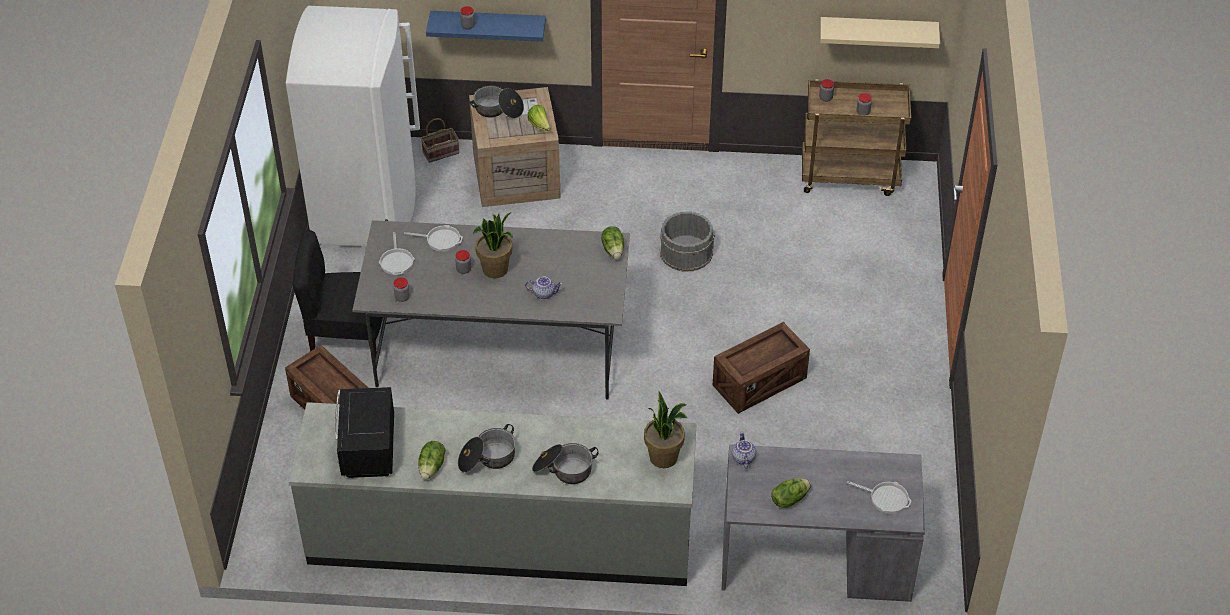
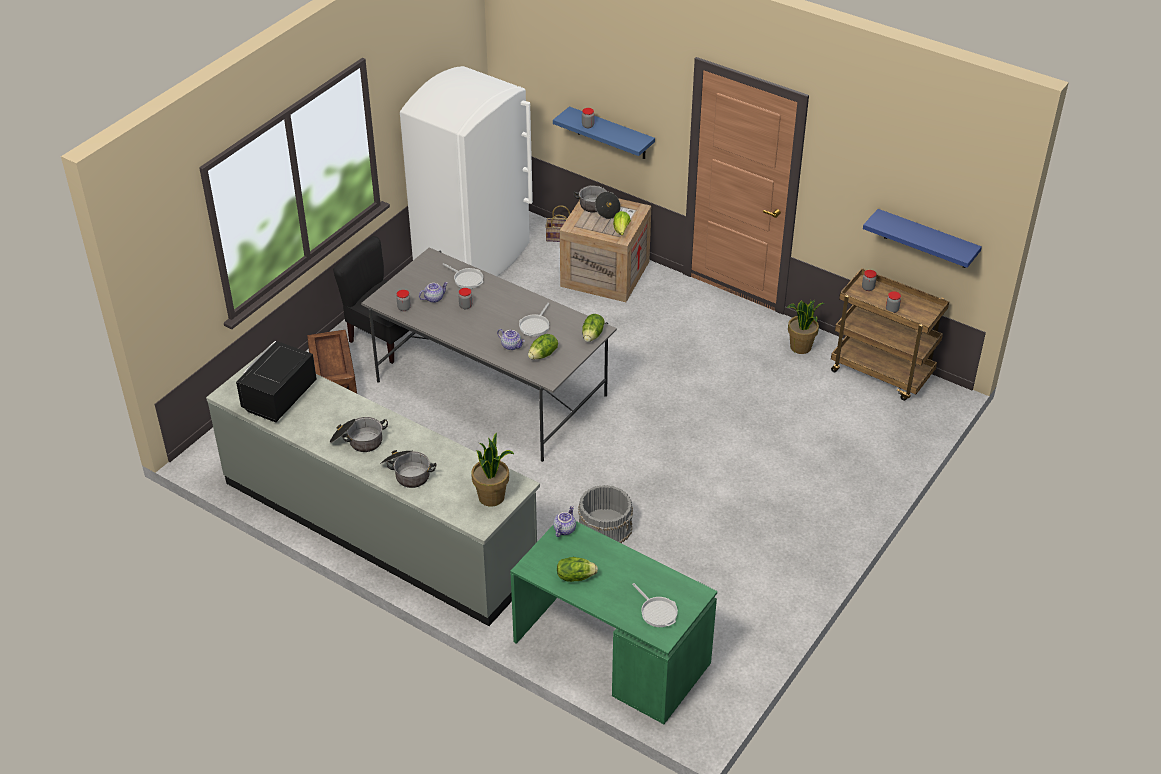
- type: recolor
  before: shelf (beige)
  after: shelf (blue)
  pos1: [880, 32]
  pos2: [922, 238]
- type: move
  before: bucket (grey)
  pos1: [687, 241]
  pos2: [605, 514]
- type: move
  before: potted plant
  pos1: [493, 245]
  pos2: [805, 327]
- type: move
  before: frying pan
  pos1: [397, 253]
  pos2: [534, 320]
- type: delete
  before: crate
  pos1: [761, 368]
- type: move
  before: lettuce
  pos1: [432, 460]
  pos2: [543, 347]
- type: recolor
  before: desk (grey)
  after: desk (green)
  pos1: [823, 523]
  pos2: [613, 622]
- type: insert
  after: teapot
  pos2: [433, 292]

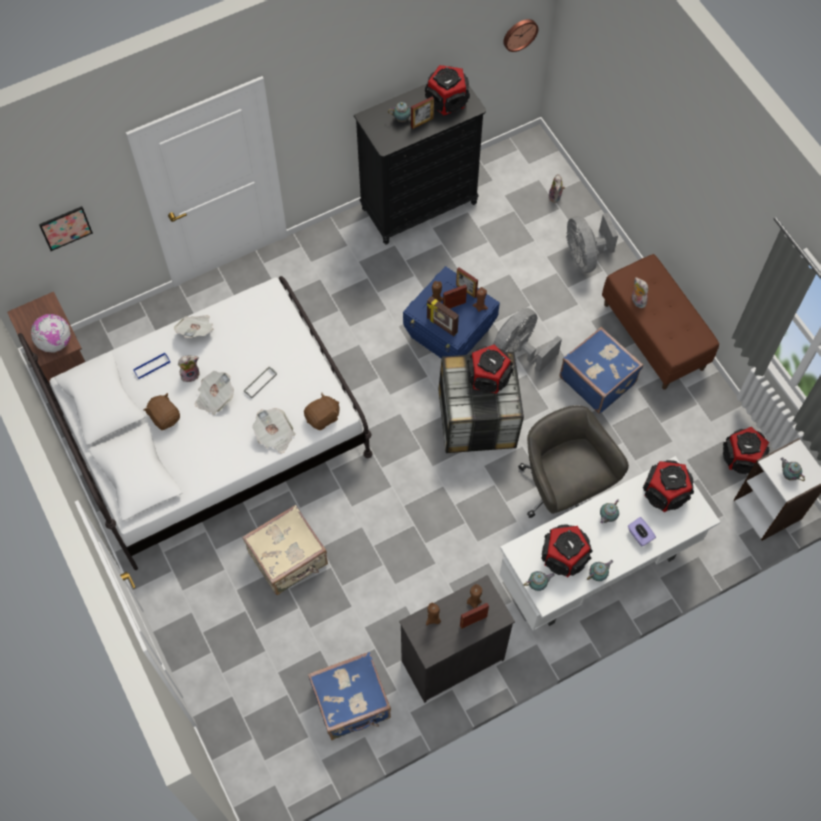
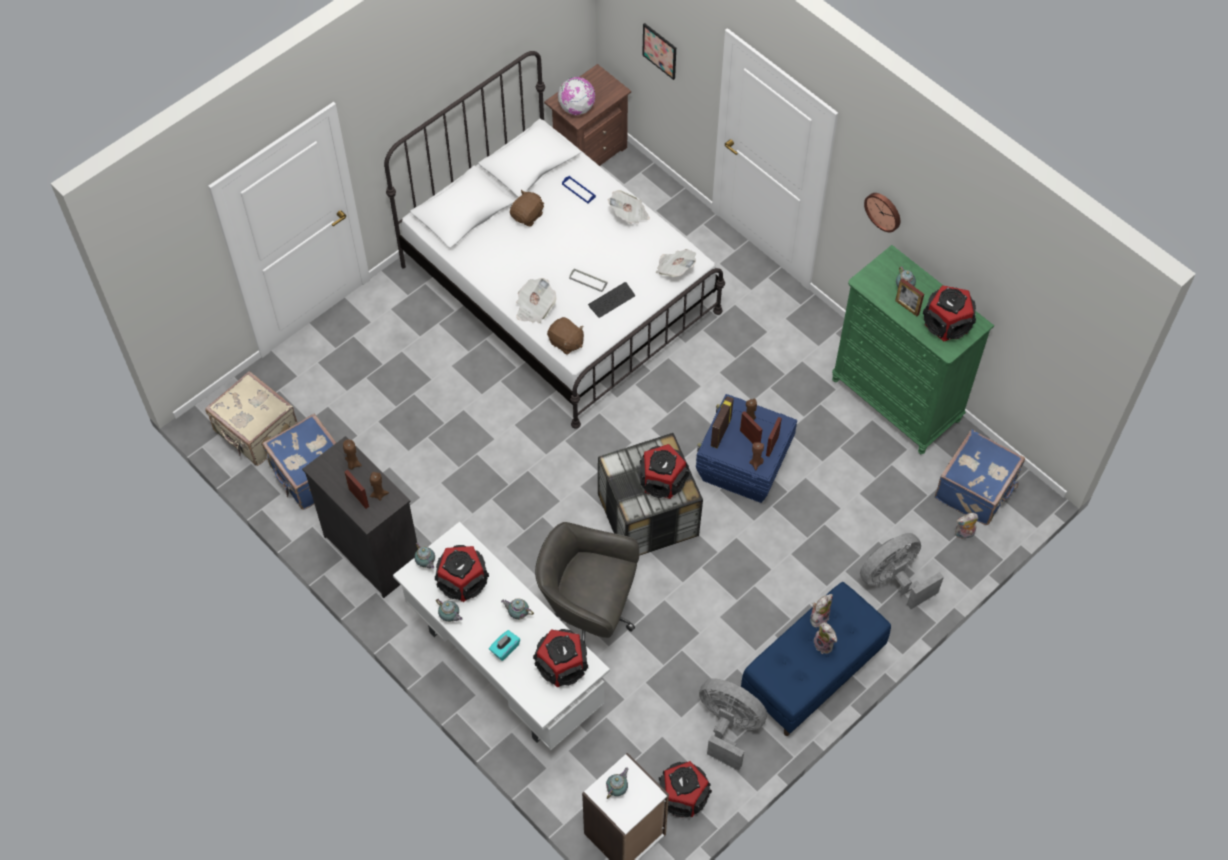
- type: move
  before: wall clock
  pos1: [520, 35]
  pos2: [882, 212]
- type: recolor
  before: dresser (black)
  after: dresser (green)
  pos1: [420, 164]
  pos2: [913, 349]
- type: recolor
  before: bench (brown)
  after: bench (blue)
  pos1: [660, 322]
  pos2: [816, 659]
- type: move
  before: fan (grey)
  pos1: [527, 340]
  pos2: [733, 724]
- type: move
  before: suitcase (blue)
  pos1: [601, 370]
  pos2: [980, 477]
- type: move
  before: plush toy
  pos1: [189, 369]
  pos2: [825, 638]
- type: move
  before: newspaper
  pos1: [214, 393]
  pos2: [676, 263]
- type: rotate
  before: office chair (grey)
  pos1: [573, 461]
  pos2: [587, 581]
  turn: -120
- type: move
  before: suitcase (beige)
  pos1: [285, 550]
  pos2: [251, 418]
- type: recolor
  before: tissue box (purple)
  after: tissue box (turquoise)
  pos1: [642, 531]
  pos2: [504, 645]
- type: insert
  after: keyboard
  pos2: [611, 300]

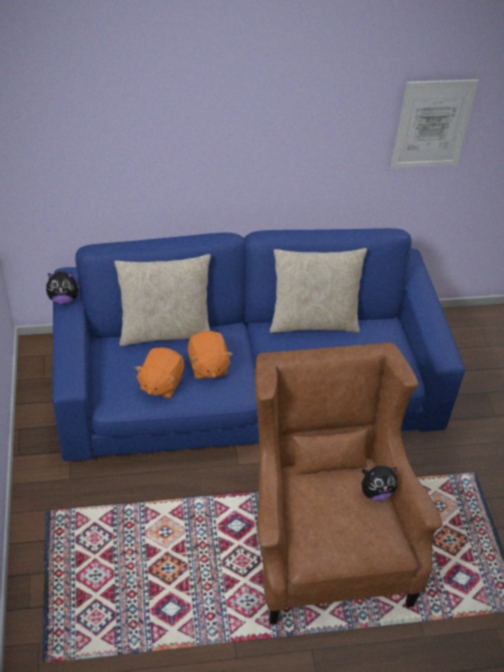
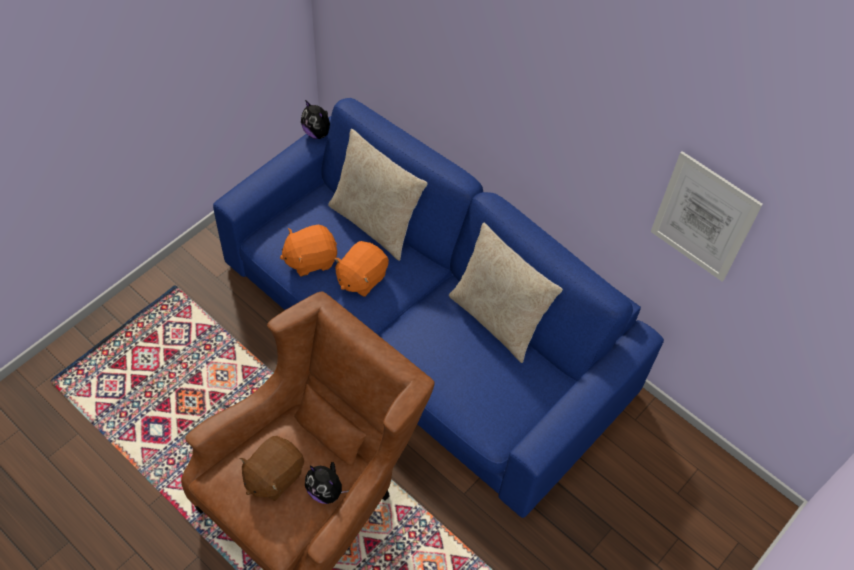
- type: insert
  after: plush toy (brown)
  pos2: [271, 468]

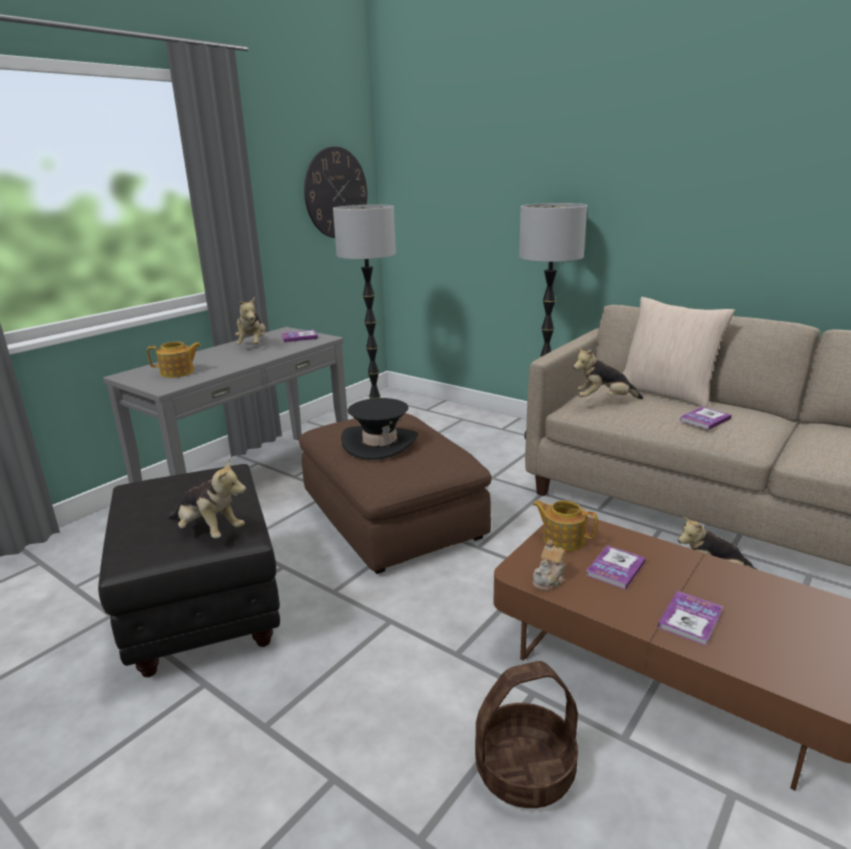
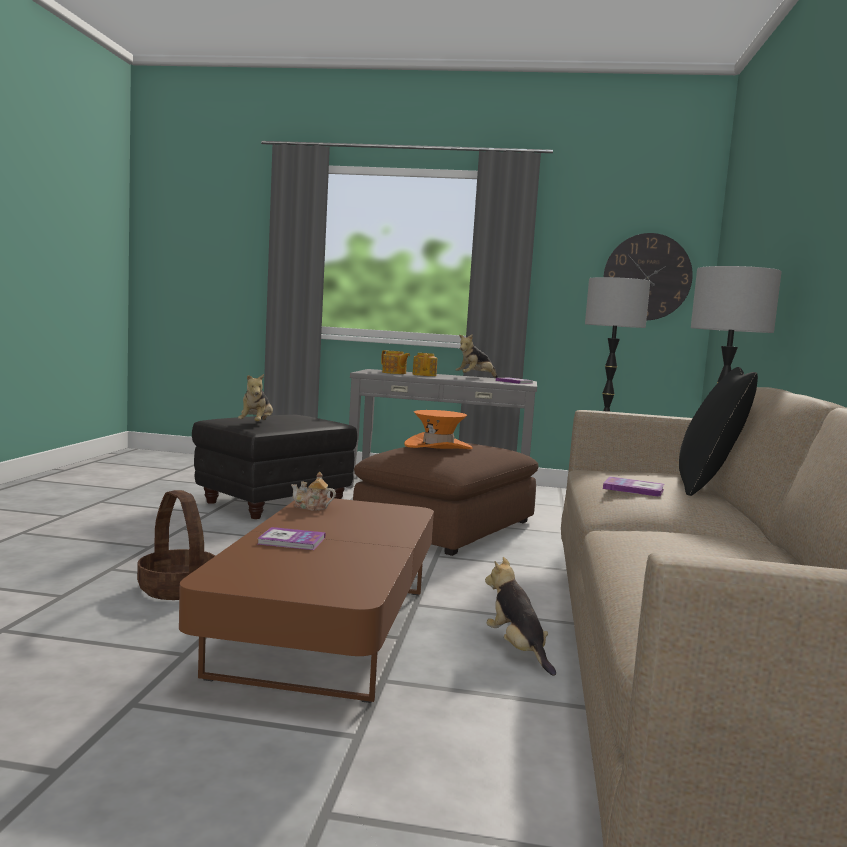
- type: recolor
  before: pillow (beige)
  after: pillow (black)
  pos1: [679, 352]
  pos2: [718, 431]
- type: delete
  before: plush toy
  pos1: [608, 373]
- type: recolor
  before: hat (black)
  after: hat (orange)
  pos1: [379, 429]
  pos2: [438, 429]
- type: move
  before: teapot
  pos1: [565, 525]
  pos2: [425, 364]
- type: delete
  before: book
  pos1: [616, 567]

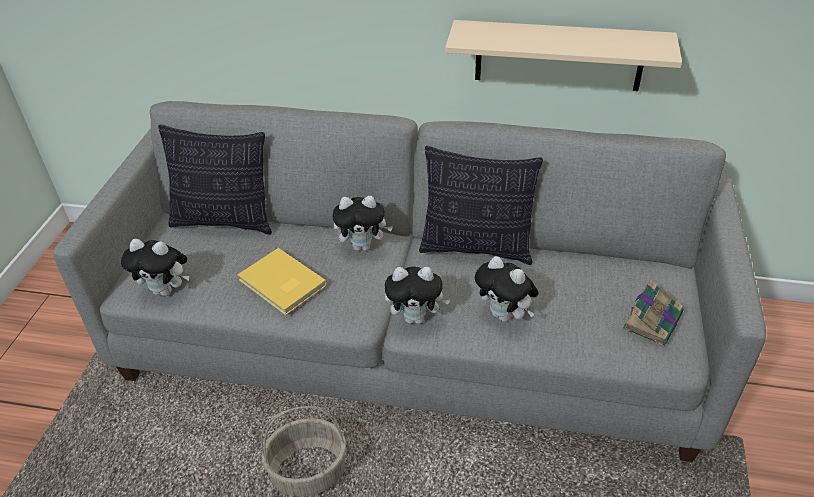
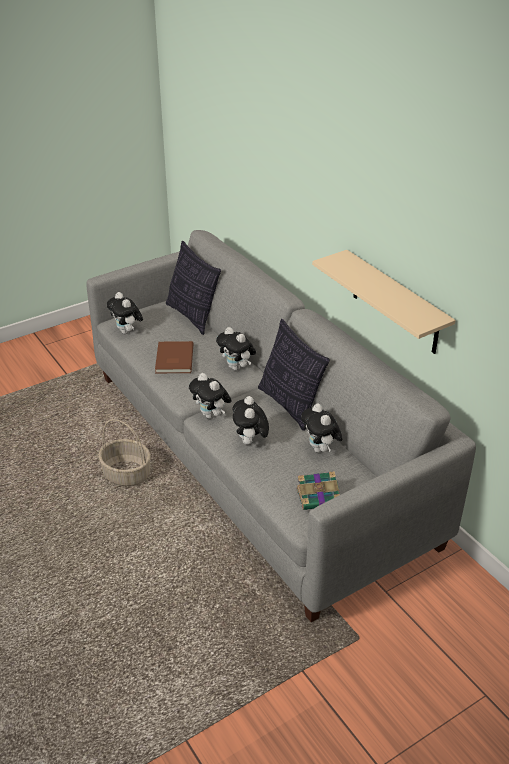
- type: recolor
  before: book (yellow)
  after: book (brown)
  pos1: [282, 281]
  pos2: [174, 357]
- type: insert
  after: plush toy
  pos2: [322, 428]

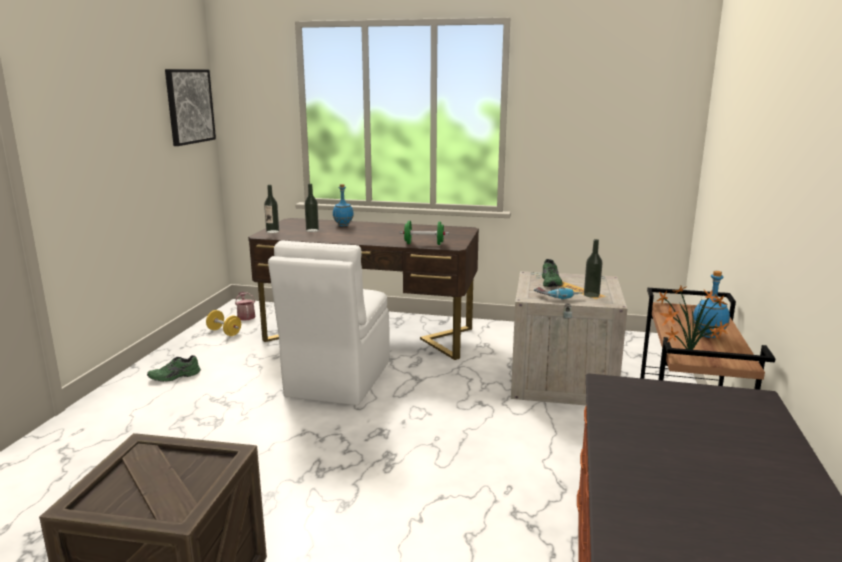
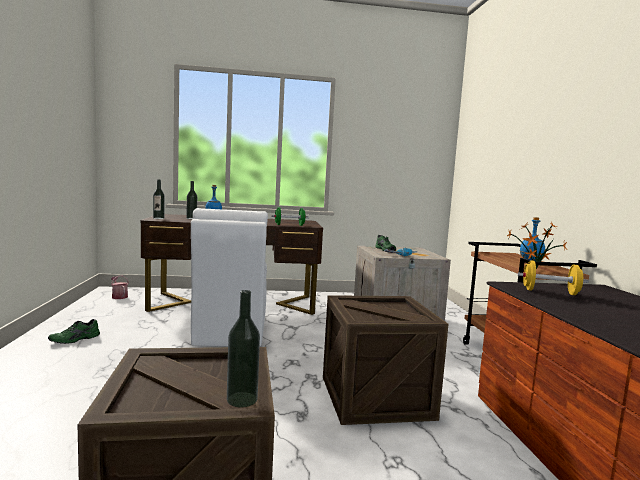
- type: delete
  before: picture
  pos1: [190, 107]
- type: move
  before: bottle
  pos1: [593, 268]
  pos2: [243, 348]
- type: move
  before: dumbbell (yellow)
  pos1: [223, 323]
  pos2: [553, 277]
- type: insert
  after: crate
  pos2: [386, 360]

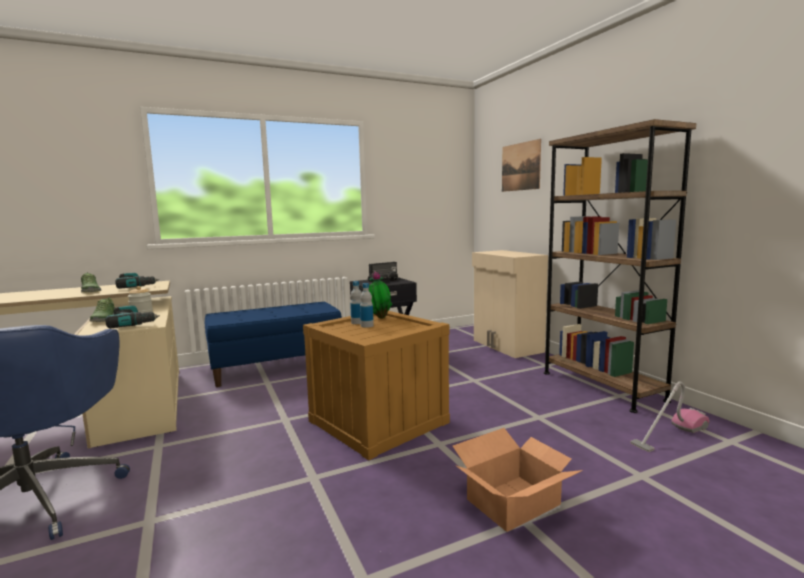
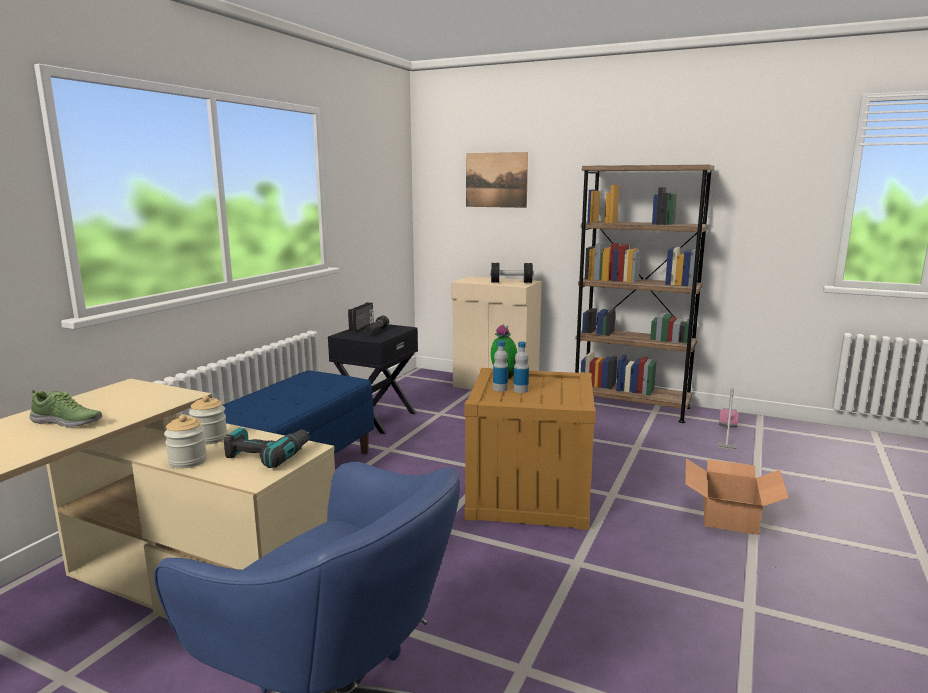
- type: delete
  before: power drill
  pos1: [137, 281]
- type: replace
  before: shoe
  after: jar
  pos1: [102, 309]
  pos2: [185, 442]
- type: insert
  after: dumbbell (black)
  pos2: [511, 273]

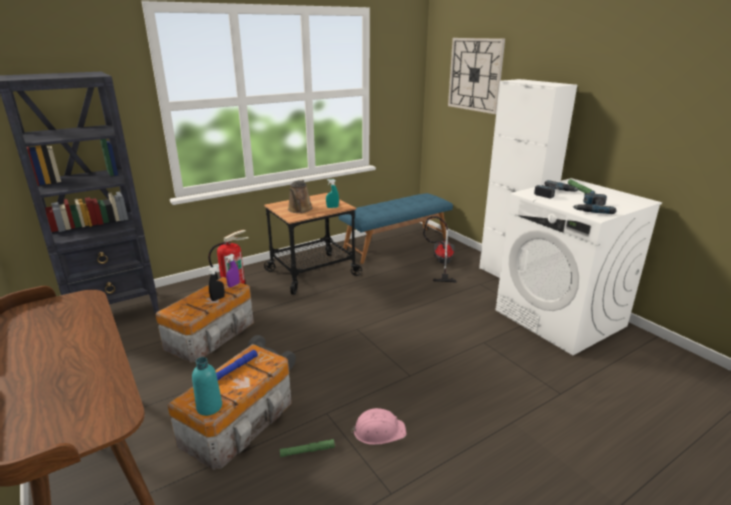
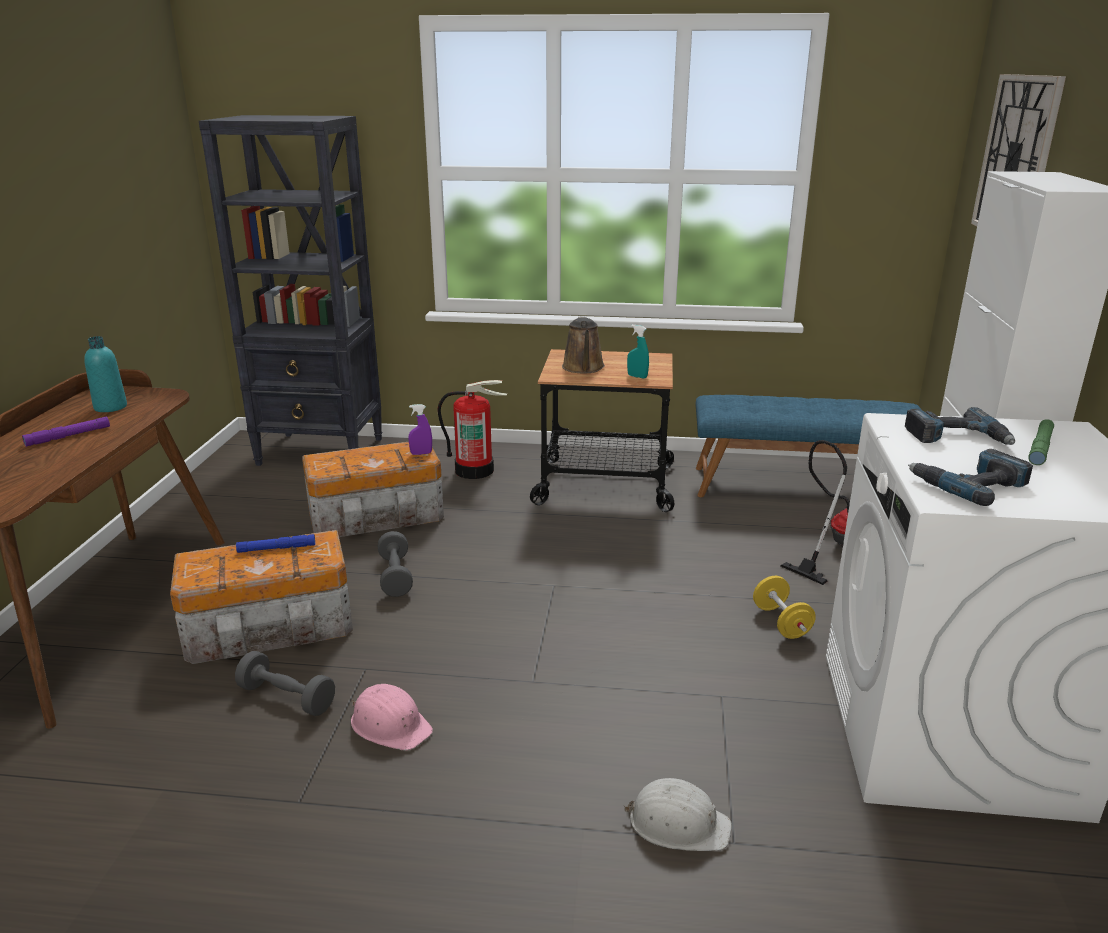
- type: rotate
  before: watering can (brown)
  pos1: [300, 196]
  pos2: [583, 345]
  turn: -45
- type: delete
  before: spray bottle (black)
  pos1: [217, 283]
- type: move
  before: bottle (turquoise)
  pos1: [207, 386]
  pos2: [105, 374]
- type: replace
  before: flashlight (green)
  after: dumbbell (grey)
  pos1: [307, 448]
  pos2: [285, 683]
- type: insert
  after: flashlight (purple)
  pos2: [66, 431]
- type: insert
  after: dumbbell (yellow)
  pos2: [784, 607]
- type: insert
  after: hard hat (white)
  pos2: [678, 814]

